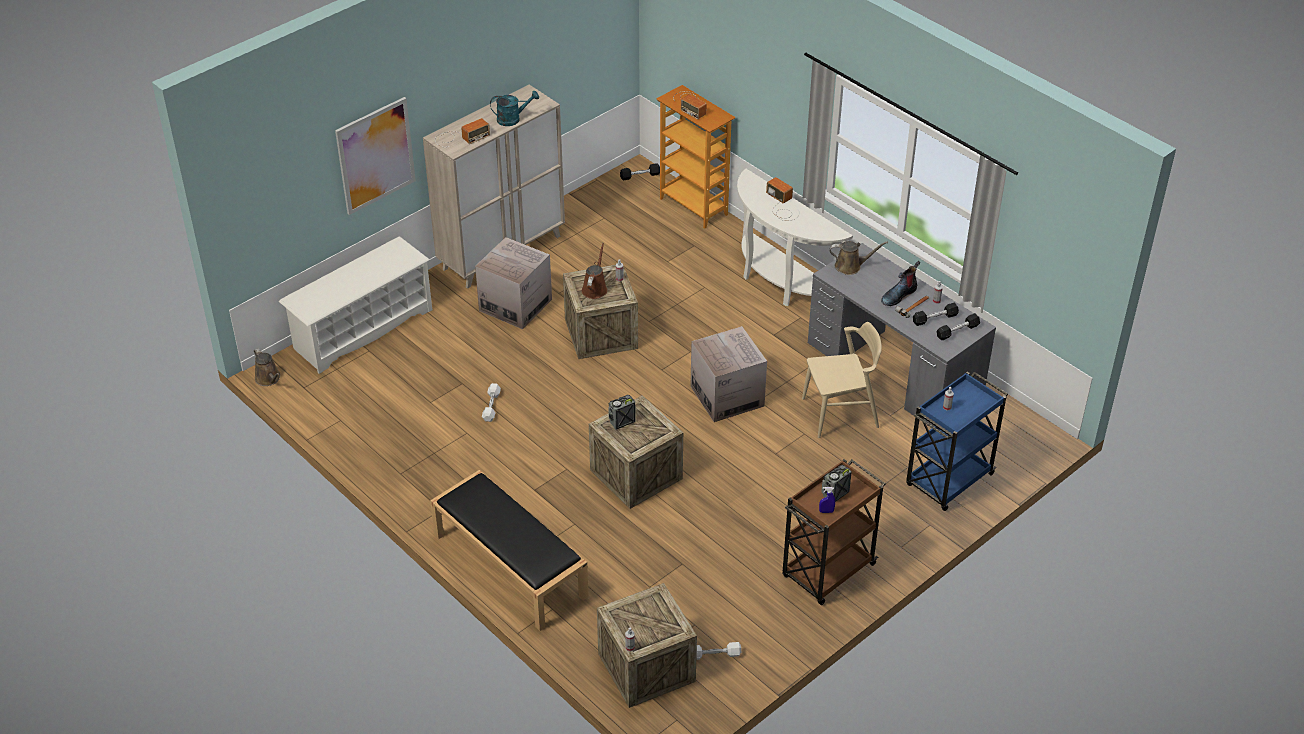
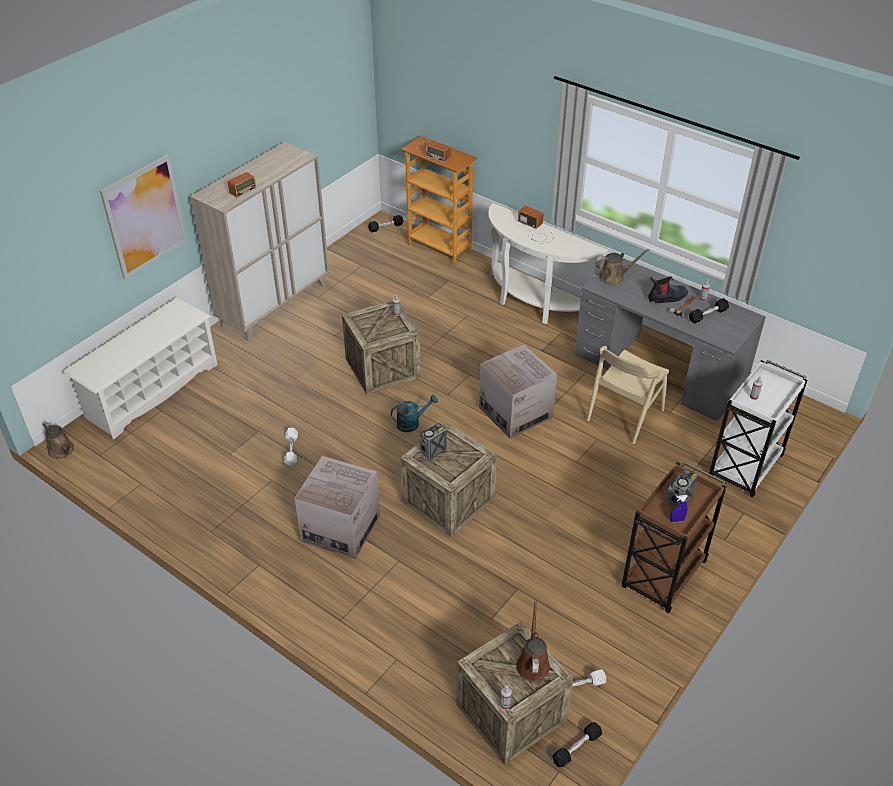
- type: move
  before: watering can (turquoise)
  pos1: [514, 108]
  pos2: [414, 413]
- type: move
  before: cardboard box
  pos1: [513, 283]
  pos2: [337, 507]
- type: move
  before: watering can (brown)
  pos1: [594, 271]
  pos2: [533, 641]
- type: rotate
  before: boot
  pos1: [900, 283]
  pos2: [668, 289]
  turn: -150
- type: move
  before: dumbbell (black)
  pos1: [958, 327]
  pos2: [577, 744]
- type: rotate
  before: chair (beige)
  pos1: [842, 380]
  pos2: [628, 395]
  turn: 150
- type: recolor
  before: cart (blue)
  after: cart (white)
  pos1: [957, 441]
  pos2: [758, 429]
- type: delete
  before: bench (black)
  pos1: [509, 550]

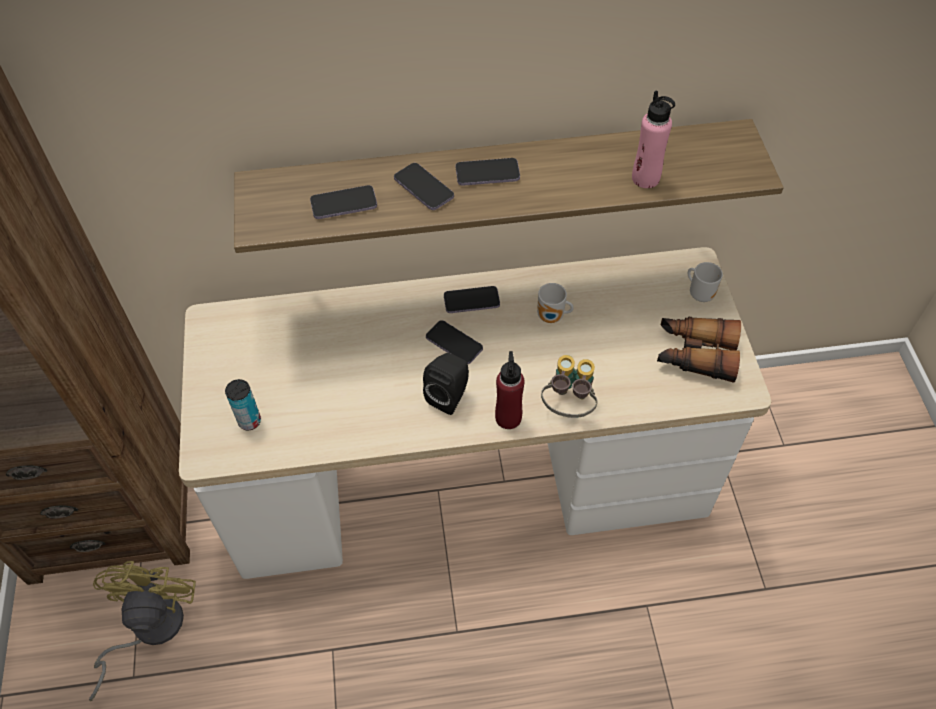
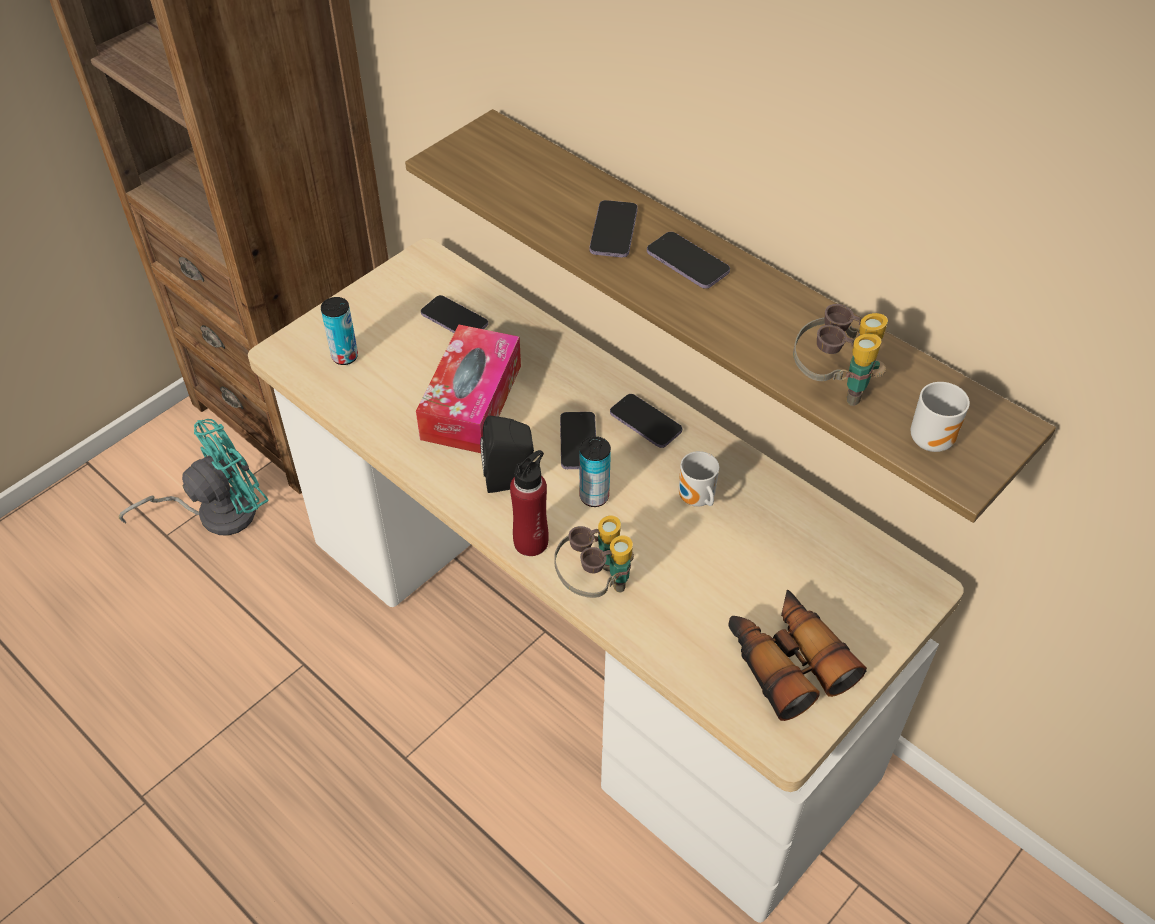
- type: replace
  before: bottle (pink)
  after: binoculars
  pos1: [653, 139]
  pos2: [840, 355]
- type: move
  before: phone
  pos1: [343, 202]
  pos2: [454, 314]
- type: move
  before: mug
  pos1: [705, 282]
  pos2: [940, 417]
- type: recolor
  before: fan (yellow)
  after: fan (turquoise)
  pos1: [142, 631]
  pos2: [194, 477]
- type: insert
  after: tissue box
  pos2: [468, 389]
- type: insert
  after: can
  pos2: [595, 471]

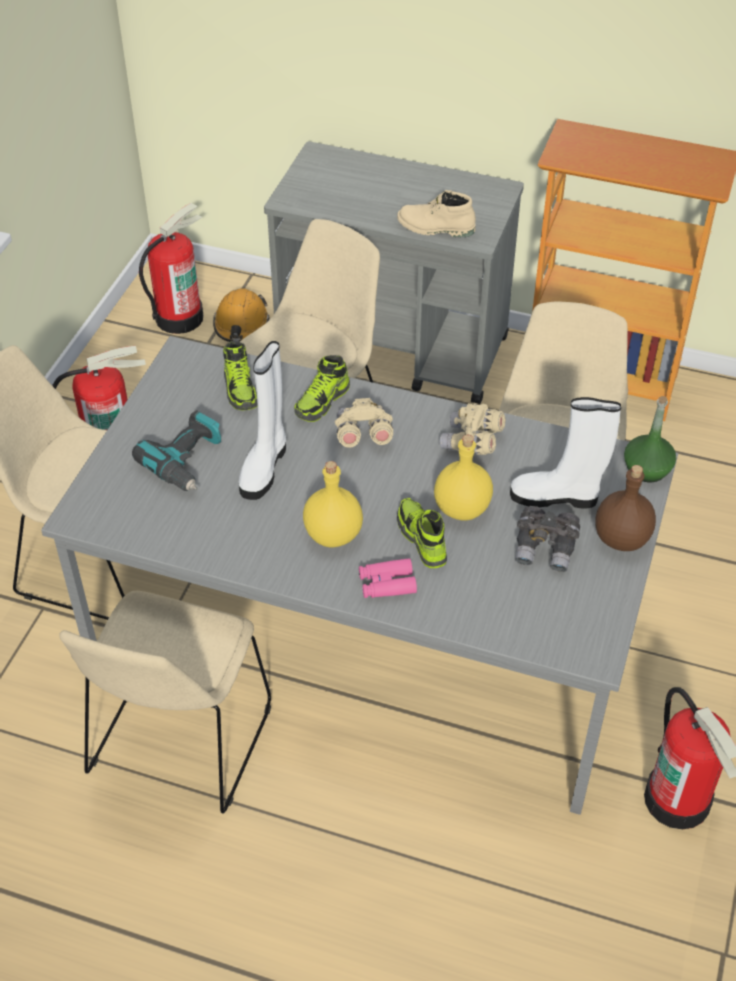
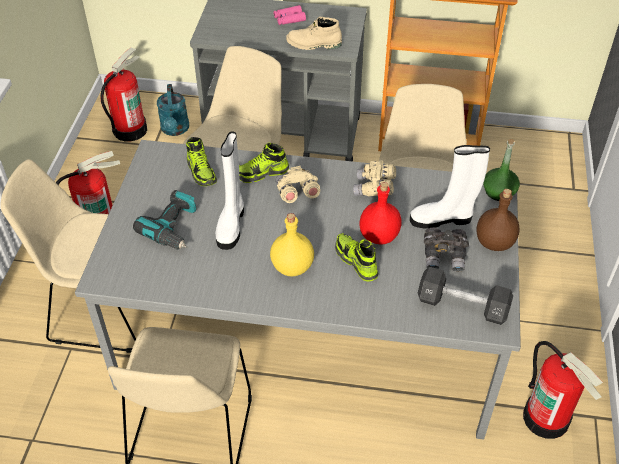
- type: replace
  before: hard hat (orange)
  after: watering can (turquoise)
  pos1: [241, 315]
  pos2: [173, 110]
- type: rotate
  before: shoe
  pos1: [322, 388]
  pos2: [264, 163]
  turn: 45
- type: recolor
  before: bottle (yellow)
  after: bottle (red)
  pos1: [463, 477]
  pos2: [380, 213]
- type: move
  before: binoculars (pink)
  pos1: [388, 578]
  pos2: [290, 15]
- type: insert
  after: dumbbell (black)
  pos2: [465, 296]

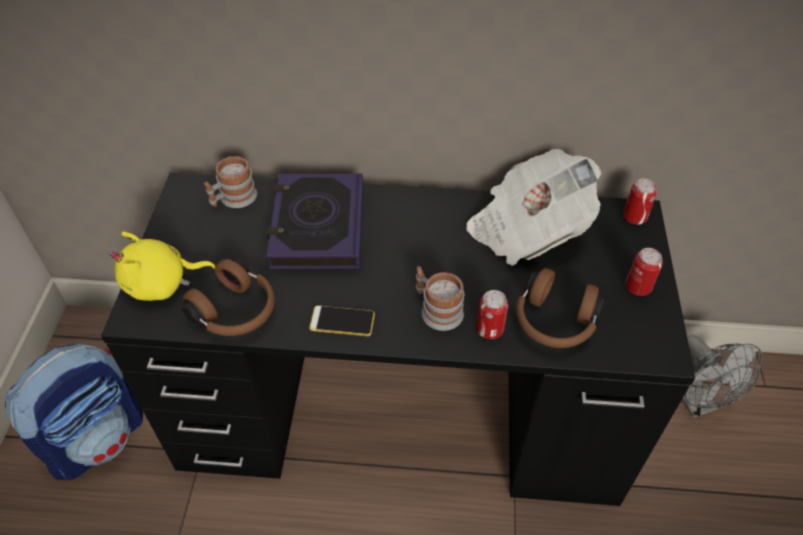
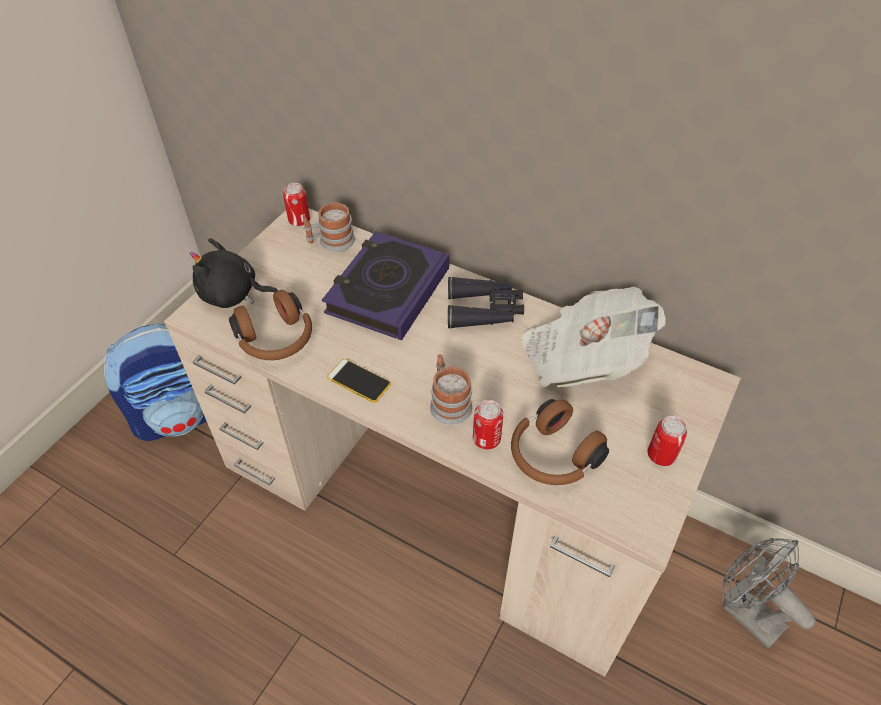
- type: recolor
  before: desk (black)
  after: desk (beige)
  pos1: [398, 339]
  pos2: [452, 443]
- type: move
  before: can
  pos1: [640, 201]
  pos2: [296, 204]
- type: recolor
  before: plush toy (yellow)
  after: plush toy (black)
  pos1: [161, 266]
  pos2: [234, 273]
- type: rotate
  before: fan (grey)
  pos1: [722, 376]
  pos2: [769, 593]
  turn: 135
- type: insert
  after: binoculars (black)
  pos2: [486, 302]

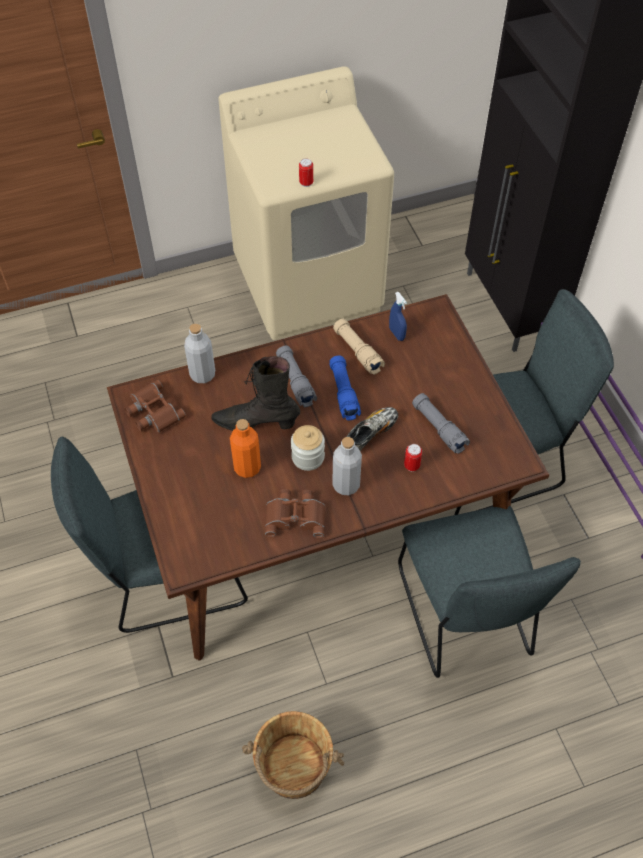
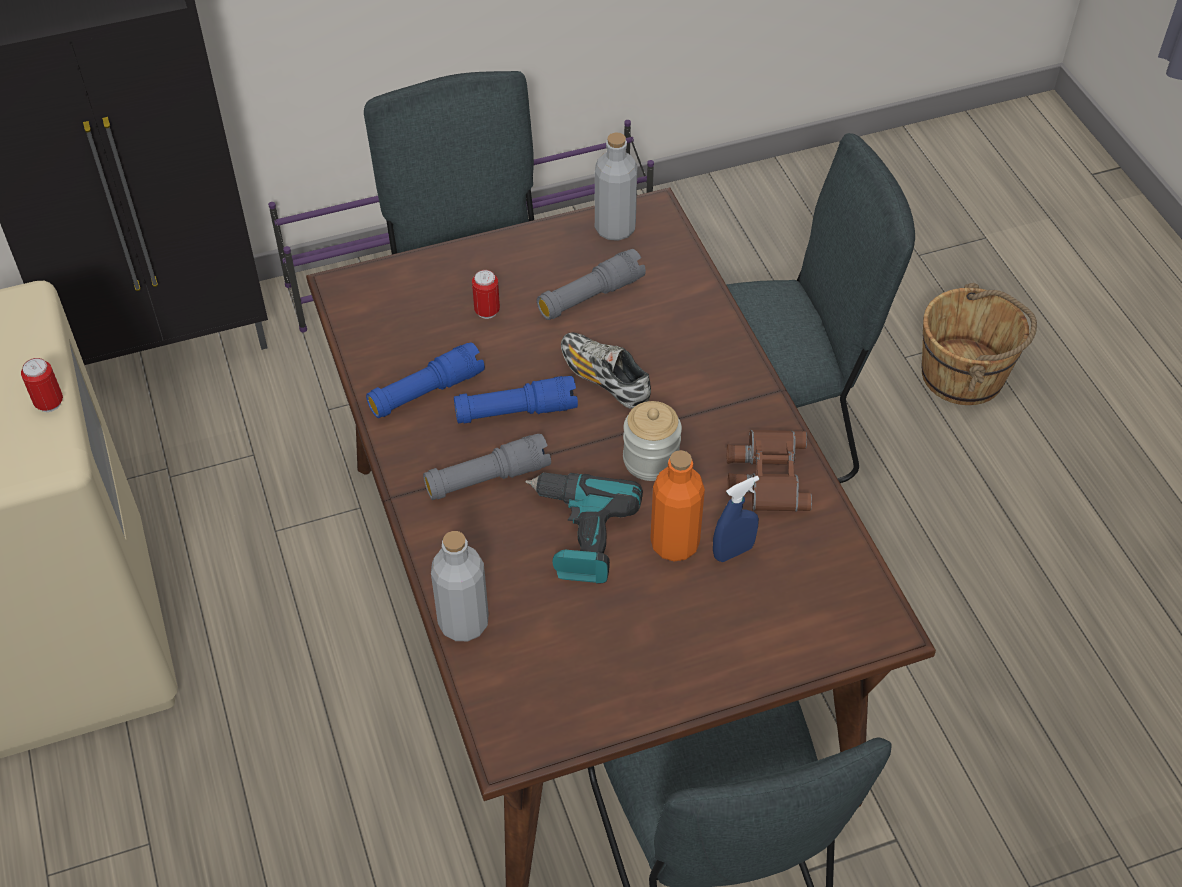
- type: move
  before: spray bottle (blue)
  pos1: [398, 316]
  pos2: [736, 519]
- type: recolor
  before: flashlight (beige)
  after: flashlight (blue)
  pos1: [359, 347]
  pos2: [425, 380]
- type: replace
  before: boot (black)
  after: power drill
  pos1: [255, 393]
  pos2: [584, 528]
- type: delete
  before: binoculars (brown)
  pos1: [155, 406]
- type: move
  before: bottle (grey)
  pos1: [347, 466]
  pos2: [616, 187]
- type: move
  before: can
  pos1: [413, 457]
  pos2: [486, 294]
- type: move
  before: bucket (brown)
  pos1: [293, 755]
  pos2: [979, 344]

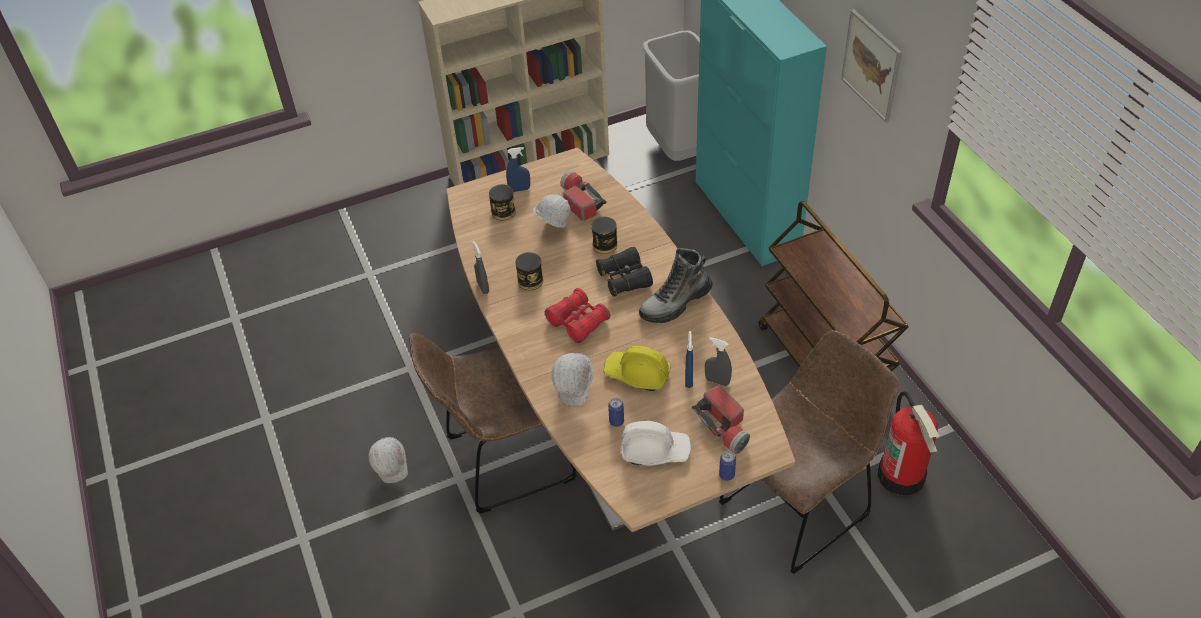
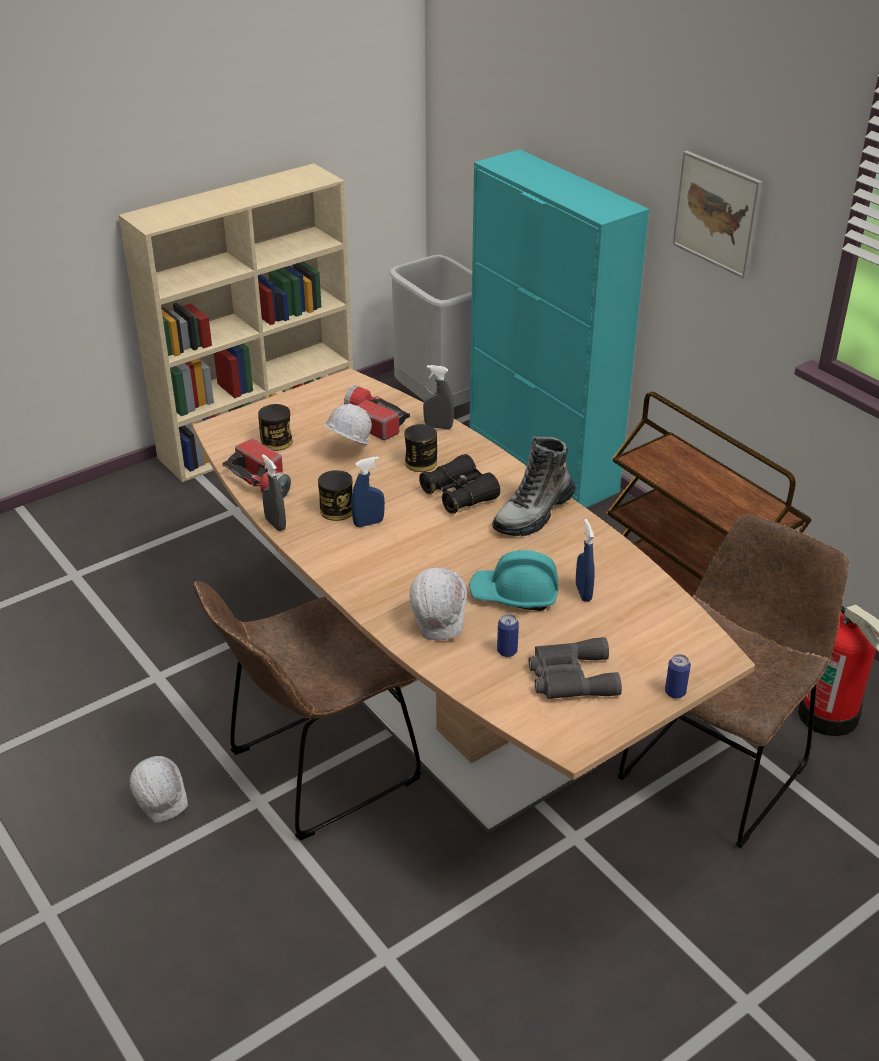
- type: move
  before: spray bottle (blue)
  pos1: [518, 169]
  pos2: [368, 492]
- type: delete
  before: binoculars (red)
  pos1: [577, 315]
- type: move
  before: spray bottle (grey)
  pos1: [718, 361]
  pos2: [438, 397]
- type: recolor
  before: hard hat (yellow)
  after: hard hat (turquoise)
  pos1: [637, 368]
  pos2: [514, 580]
- type: move
  before: flashlight
  pos1: [721, 420]
  pos2: [257, 469]
- type: replace
  before: hard hat (white)
  after: binoculars (grey)
  pos1: [656, 443]
  pos2: [575, 668]

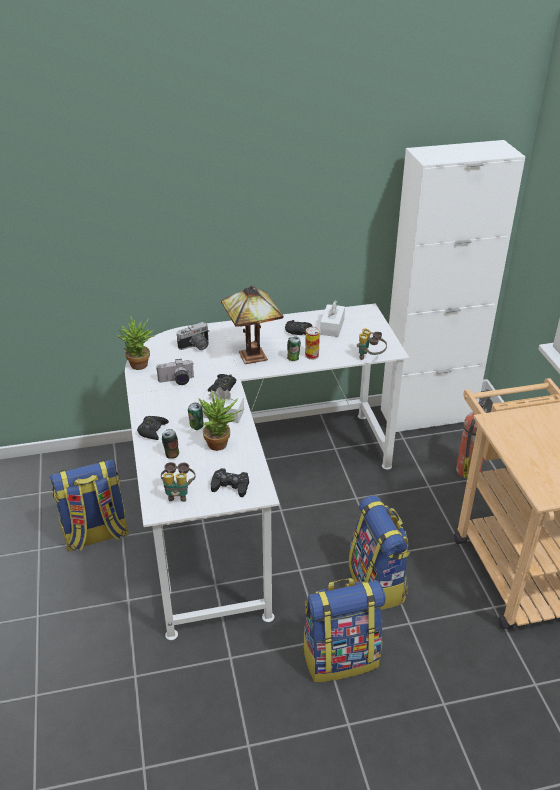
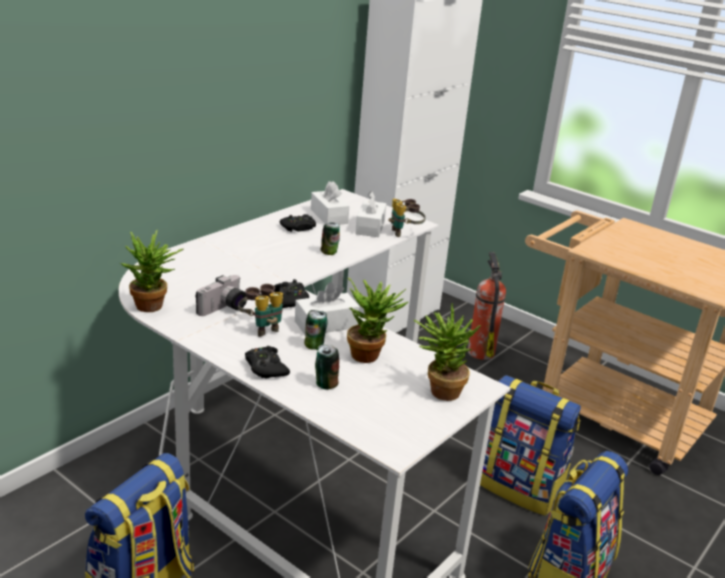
- type: delete
  before: table lamp
  pos1: [252, 325]
- type: delete
  before: photo camera
  pos1: [193, 336]
- type: delete
  before: can
  pos1: [312, 343]
- type: move
  before: binoculars
  pos1: [178, 482]
  pos2: [260, 310]
- type: replace
  before: game controller (black)
  after: potted plant
  pos1: [230, 482]
  pos2: [447, 352]
- type: insert
  after: tissue box (white)
  pos2: [370, 214]

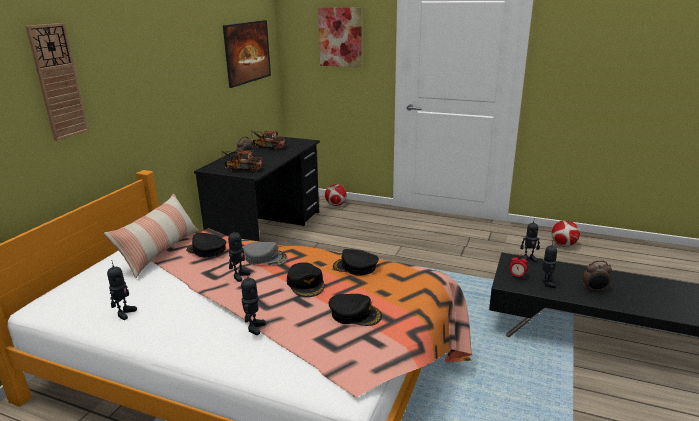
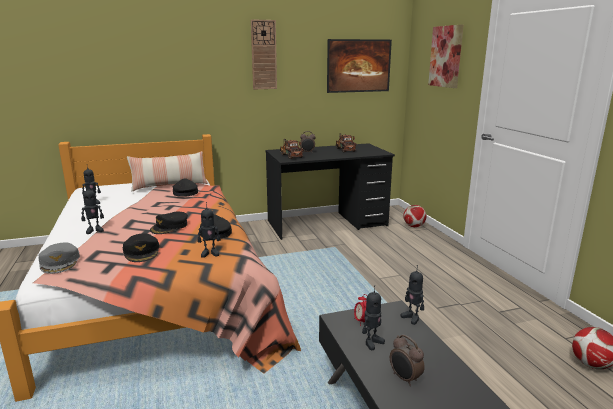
- type: move
  before: wall clock
  pos1: [57, 82]
  pos2: [264, 54]
- type: move
  before: toy robot
  pos1: [239, 254]
  pos2: [209, 230]
- type: move
  before: cap (grey)
  pos1: [265, 253]
  pos2: [59, 258]

